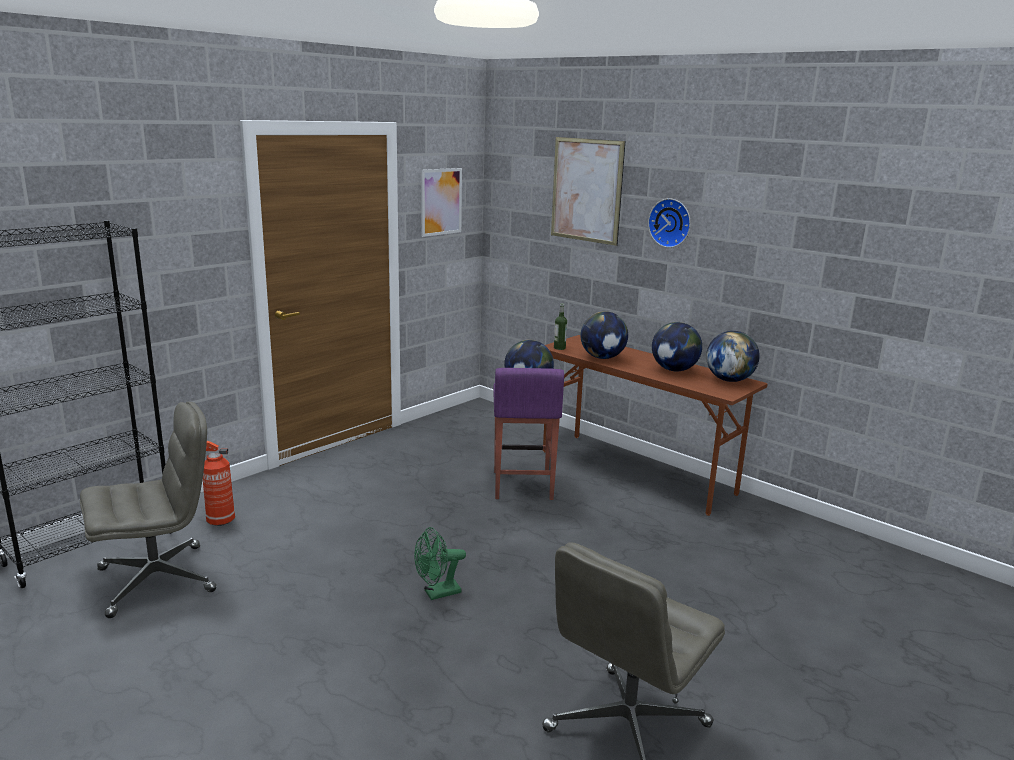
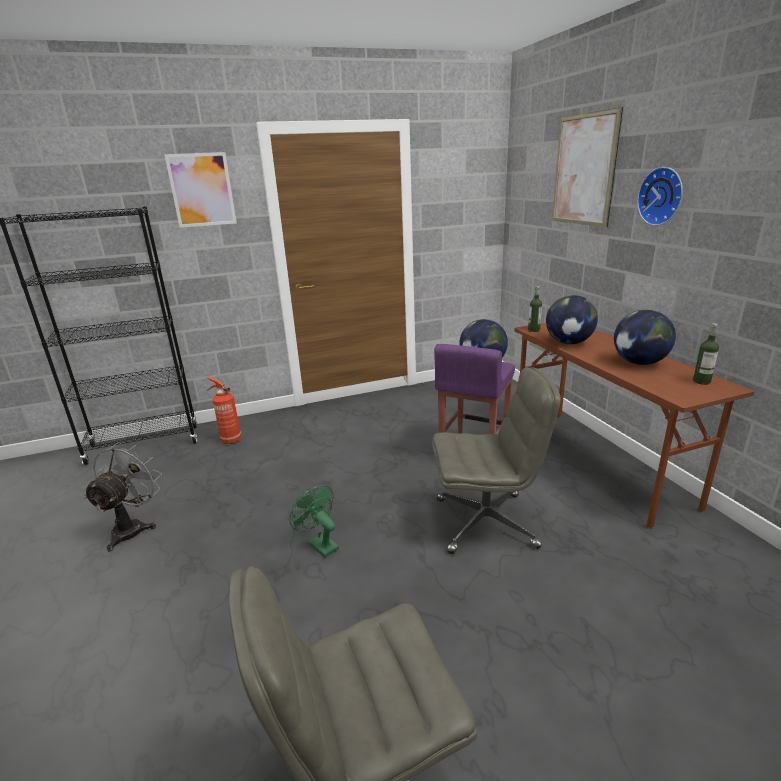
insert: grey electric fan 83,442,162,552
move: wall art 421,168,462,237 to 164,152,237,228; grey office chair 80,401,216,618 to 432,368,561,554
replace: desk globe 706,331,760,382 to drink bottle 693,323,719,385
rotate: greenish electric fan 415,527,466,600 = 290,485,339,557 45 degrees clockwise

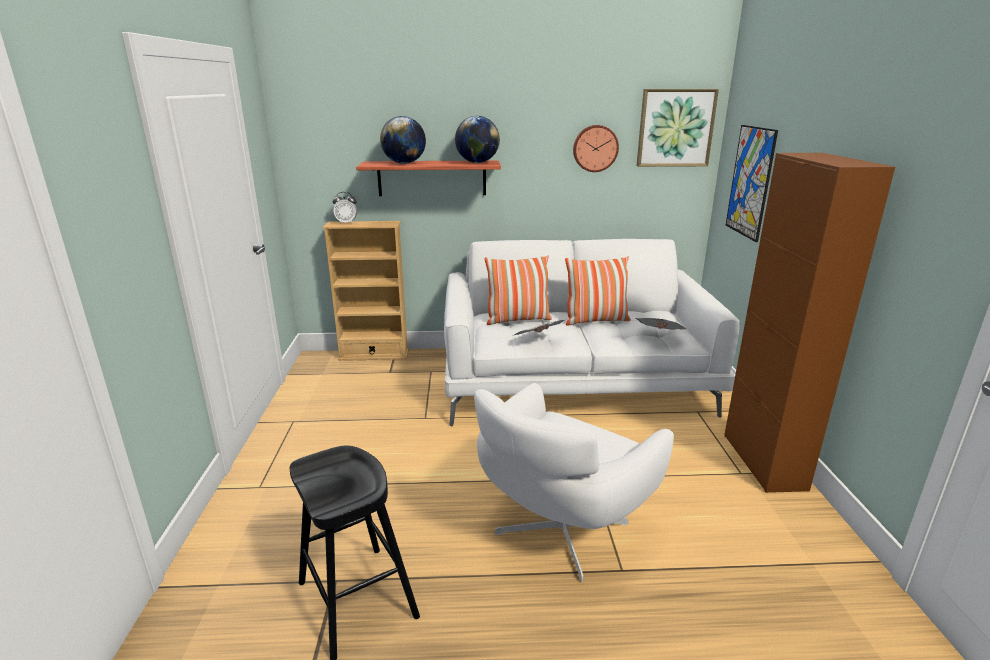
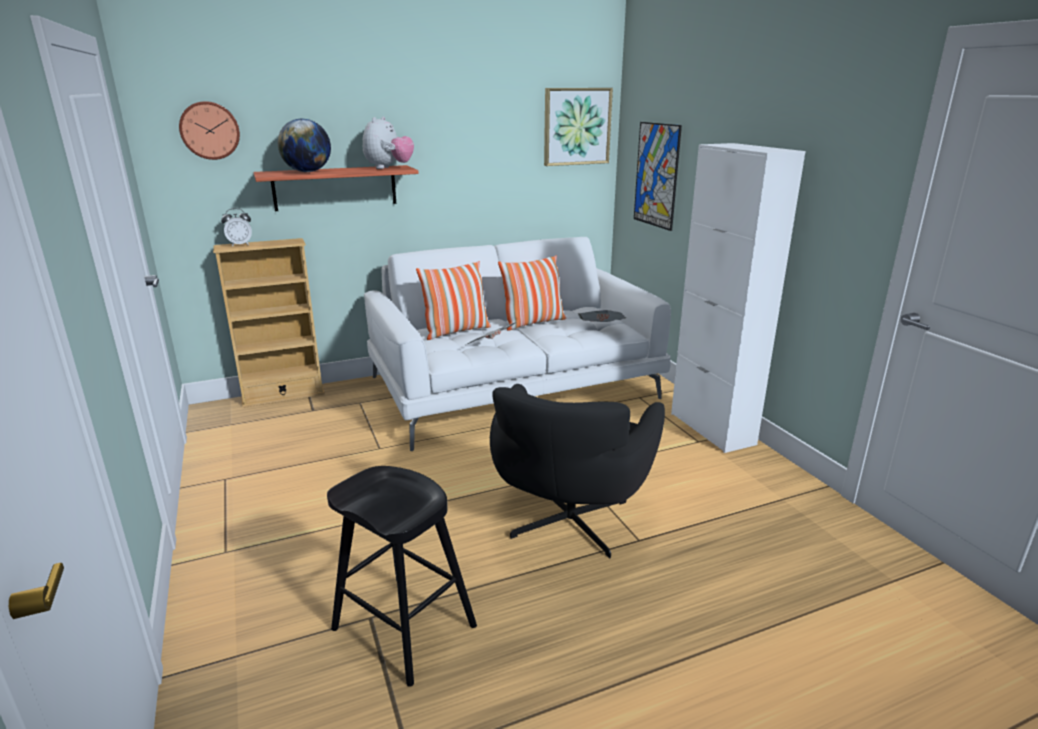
move: hanging clock 573,125,619,172 to 179,101,240,160
replace: desk globe 455,116,500,163 to soft toy 363,116,414,169
recolor: brownish cupboard 724,153,895,493 to whitish cupboard 671,143,805,453; whitish easy chair 474,383,674,582 to black easy chair 490,384,665,558

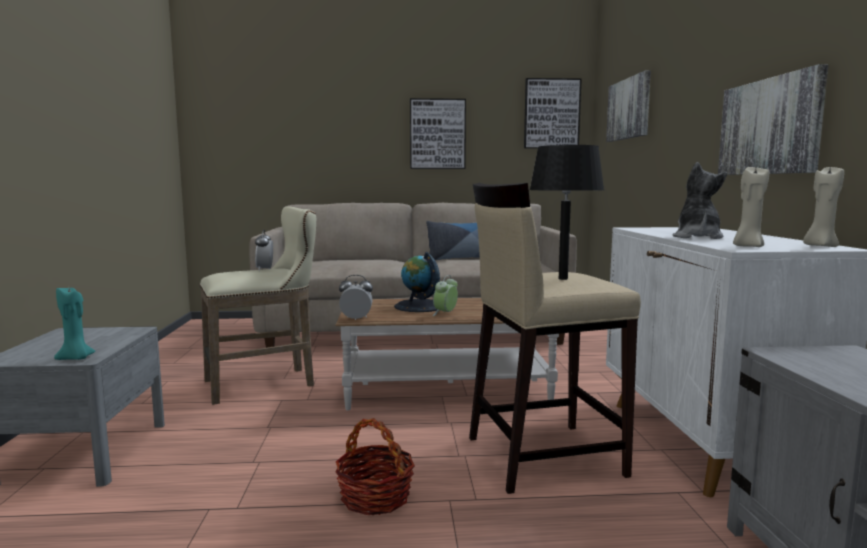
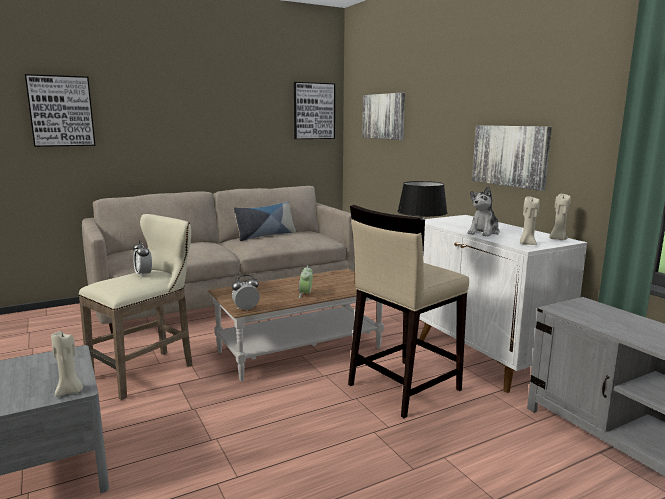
delete: desk globe 394,252,440,312; household basket 335,418,415,515
move: wall art 410,98,466,169 to 25,74,95,147
recolor: blue-green wax candle 54,288,95,360 to beige wax candle 51,331,83,397
rotate: soft toy 673,162,727,239 = 468,186,500,237 135 degrees counterclockwise

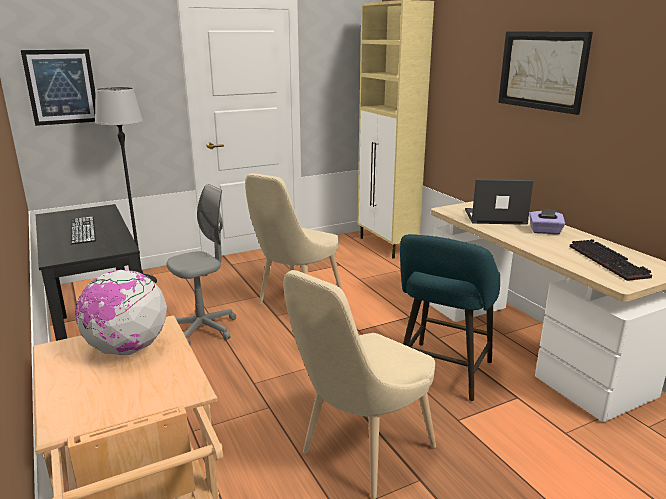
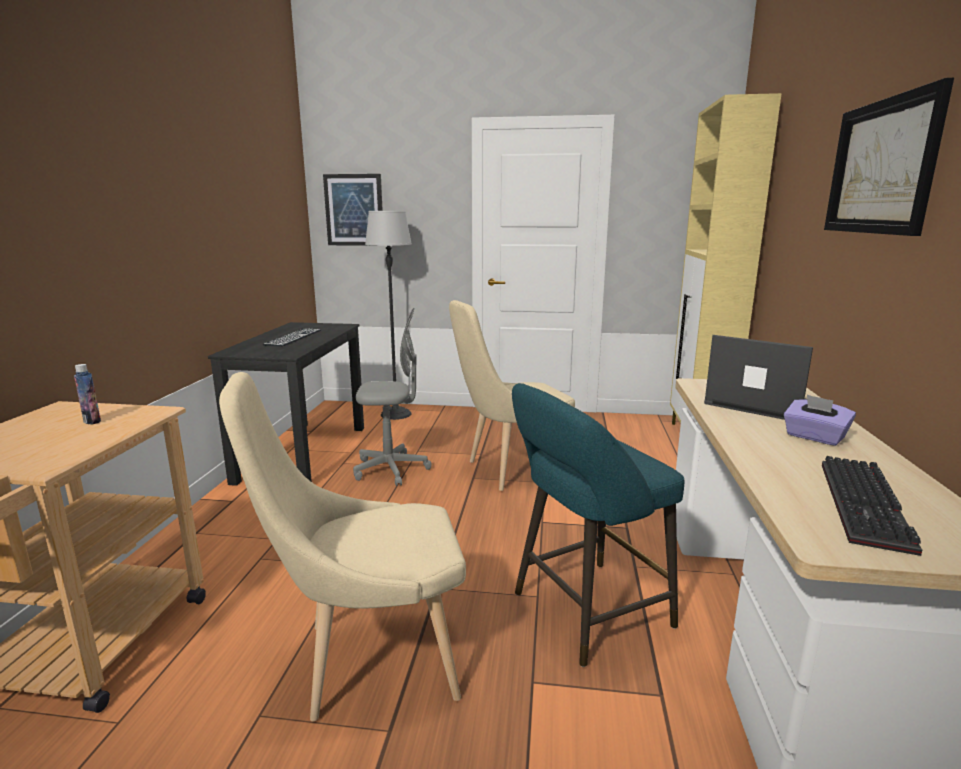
replace: desk globe 75,270,167,355 to drink bottle 74,364,101,425

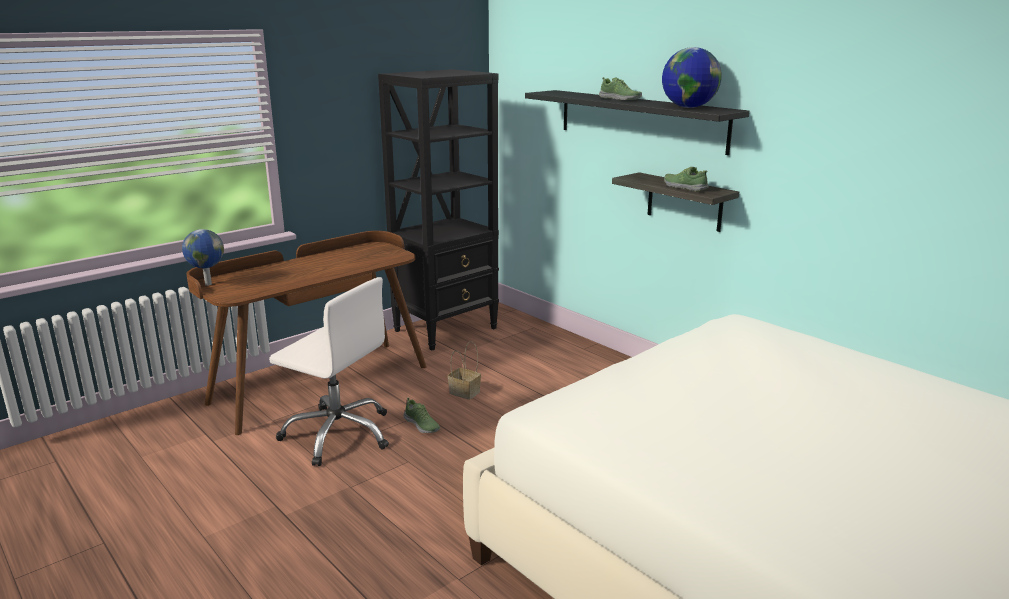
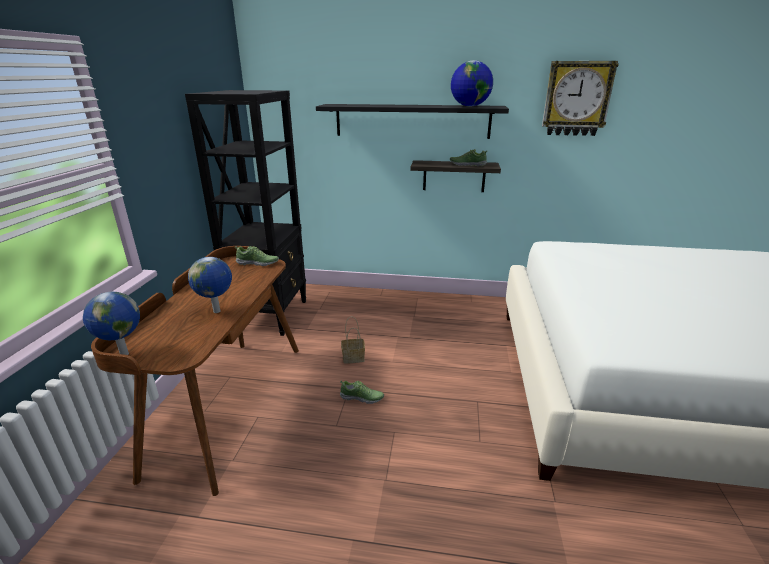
delete: whitish office chair 269,277,389,466
insert: hanging clock 542,61,619,136; desk globe 188,257,232,313
move: item of footwear 599,77,642,100 to 235,246,279,266

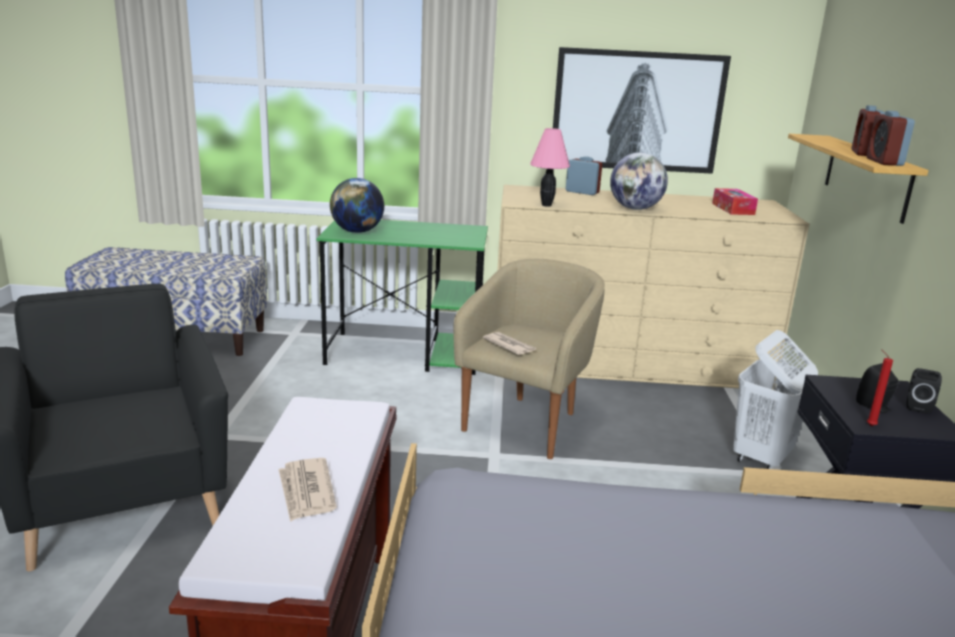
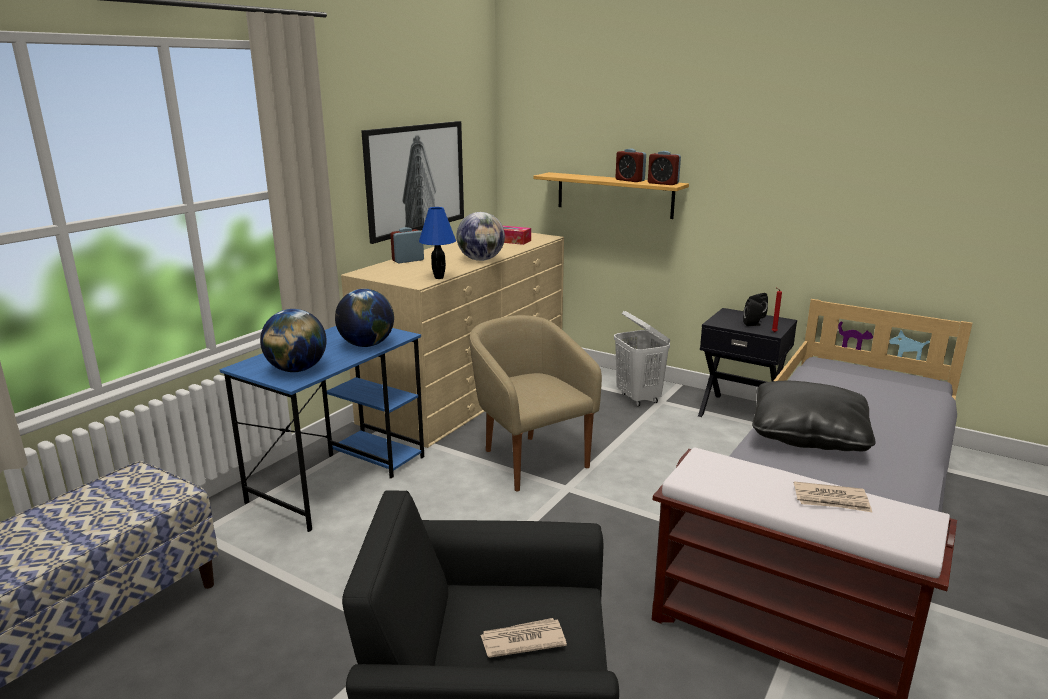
insert: desk globe 335,289,394,347; black pillow 752,381,875,451
move: newspaper 483,332,536,355 to 481,618,567,658
recolor: pinkish lamp for a table 530,128,570,207 to bluish lamp for a table 419,207,456,279; greenish desk table 317,220,488,375 to bluish desk table 220,326,424,532

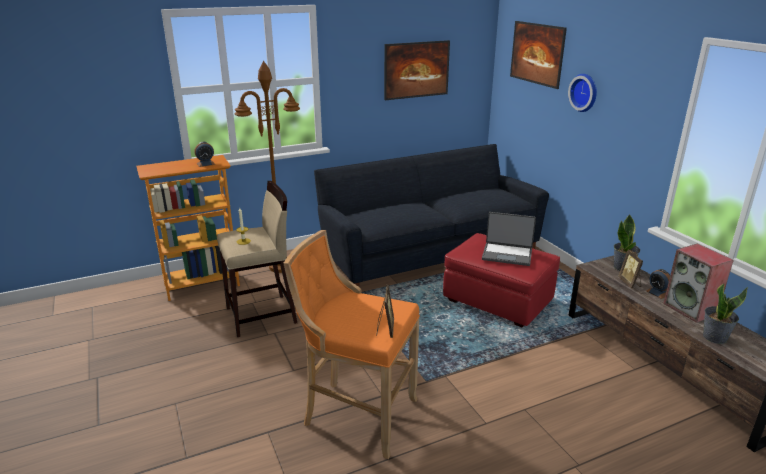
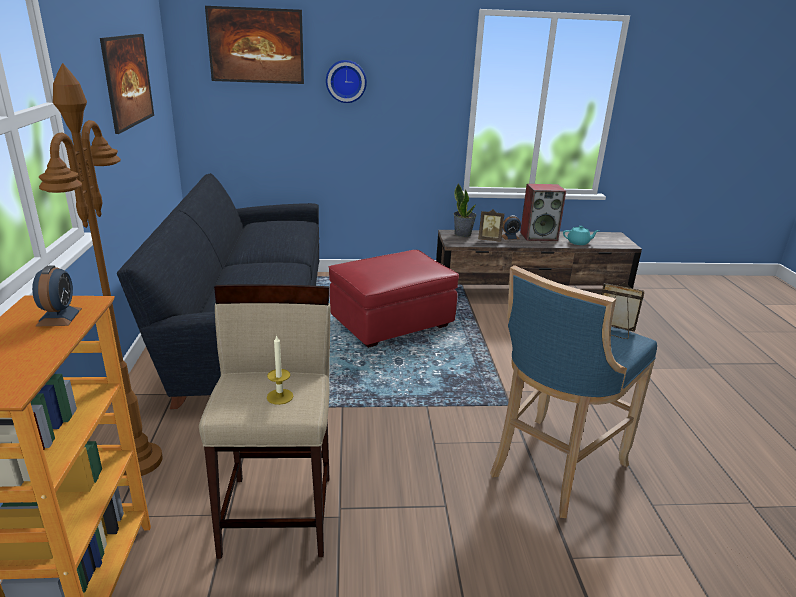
delete: notebook computer 482,212,536,266
replace: potted plant 703,283,748,344 to blue-green tea pot 563,226,600,245
recolor: orange-coloured sitting stool 283,230,420,459 to bluish sitting stool 490,265,657,518

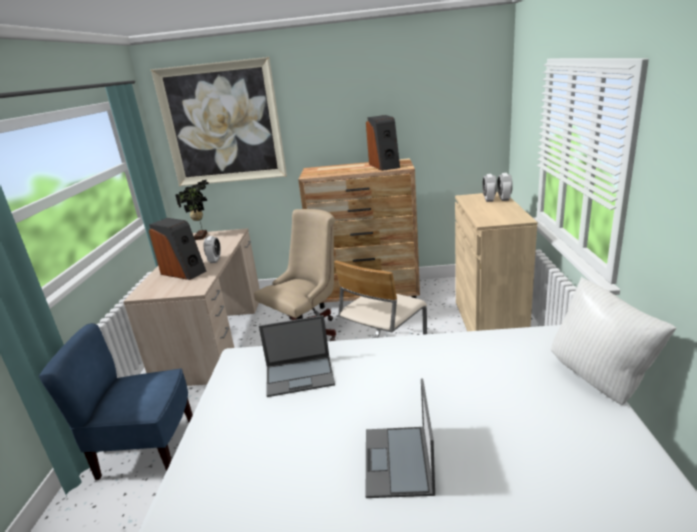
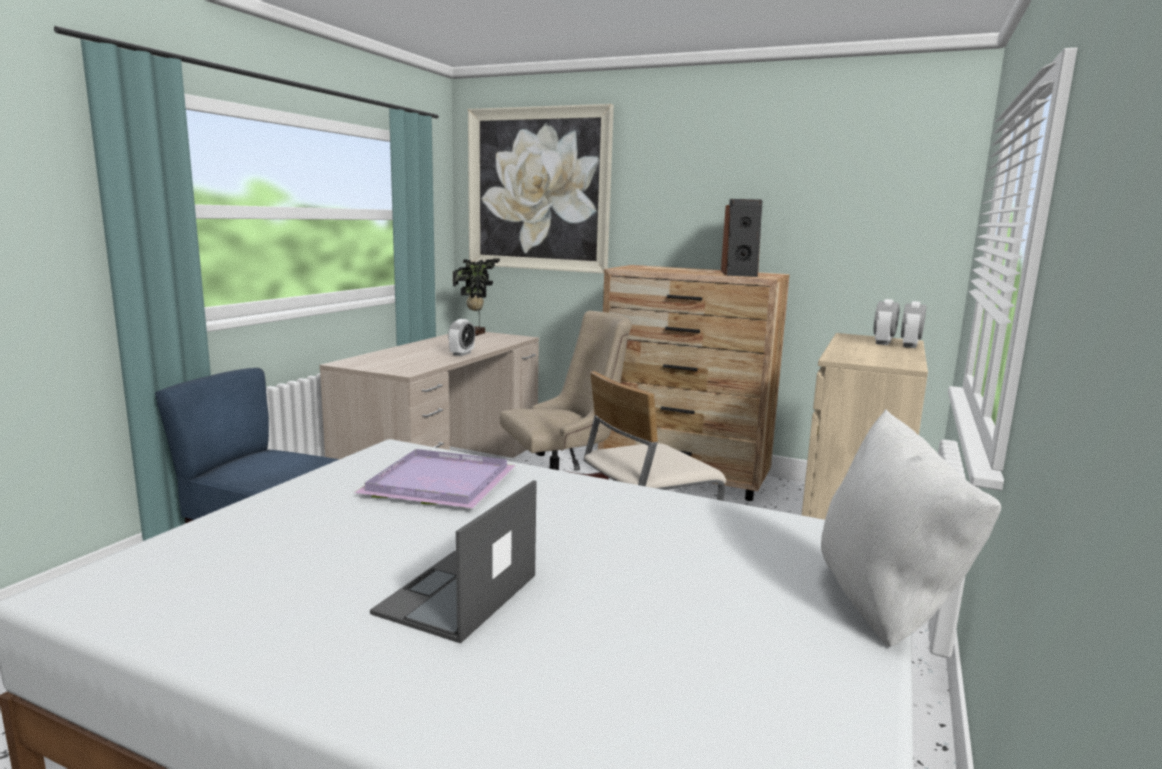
delete: speaker 149,218,206,280
replace: notebook computer 259,315,335,397 to purple serving tray 354,449,516,508

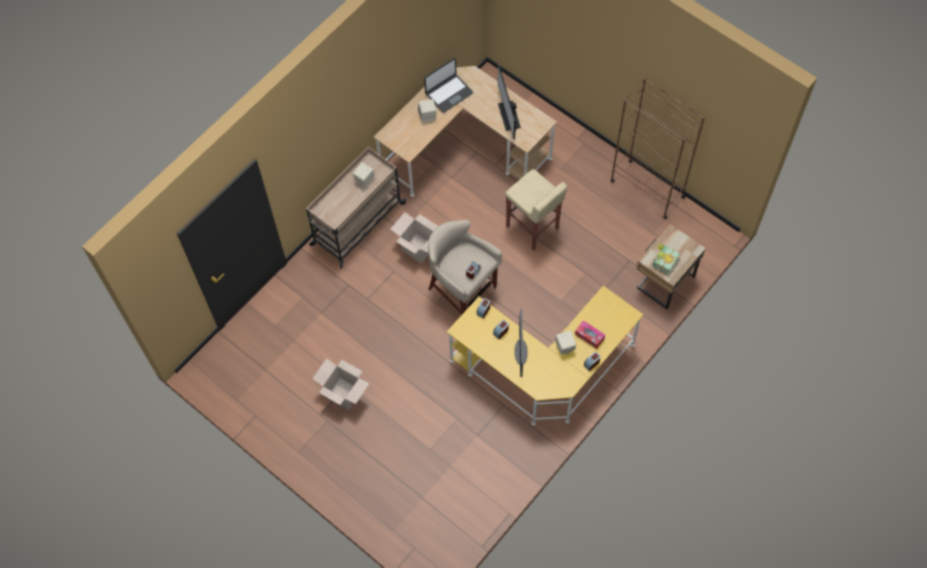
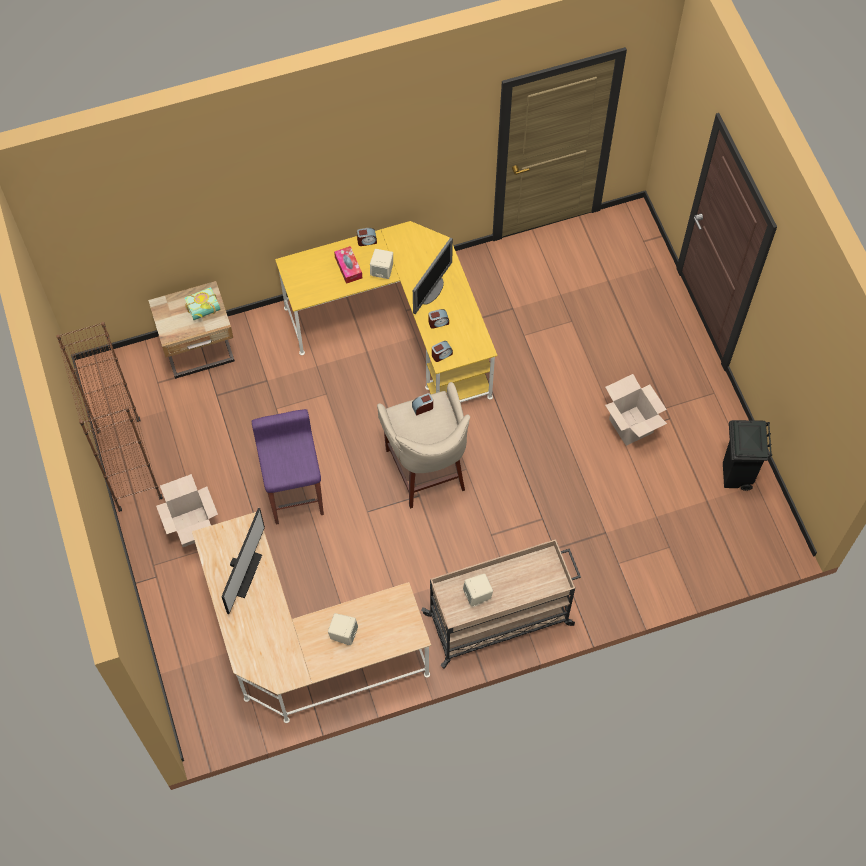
delete: notebook computer 424,58,473,113
insert: black trash can 723,420,772,491
move: packing box 391,212,438,263 to 156,474,218,547
recolor: beige sitting stool 505,169,567,250 to purple sitting stool 252,409,324,525

